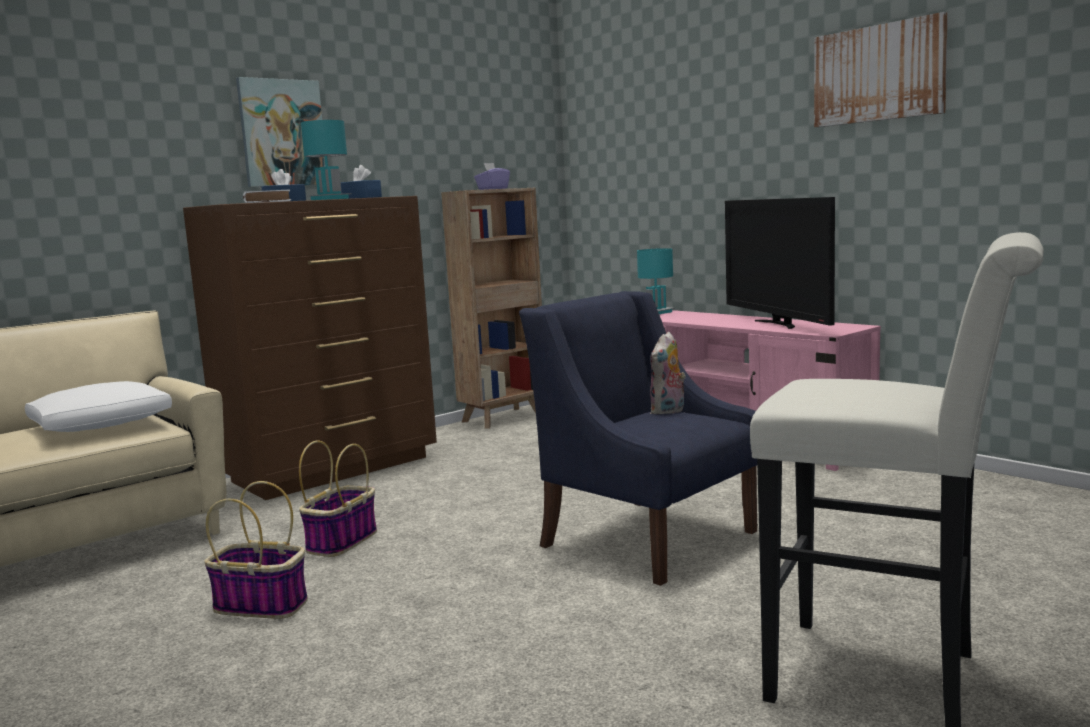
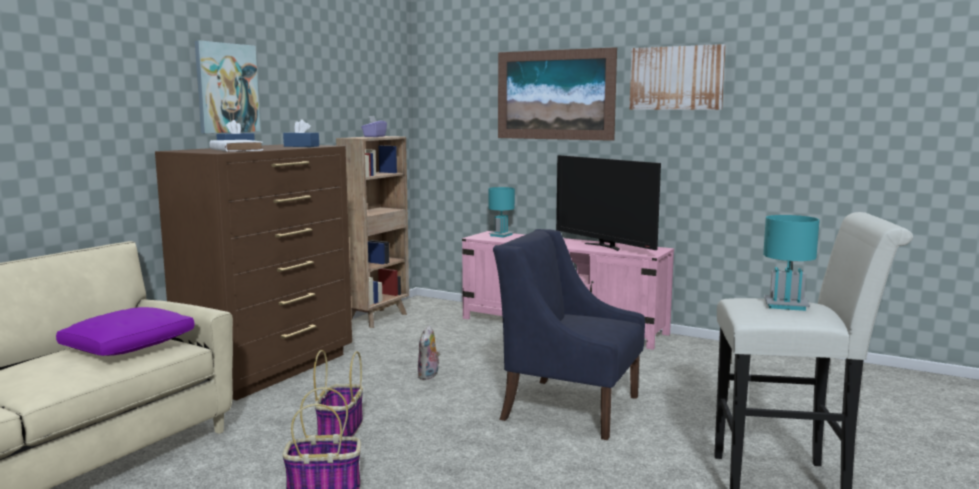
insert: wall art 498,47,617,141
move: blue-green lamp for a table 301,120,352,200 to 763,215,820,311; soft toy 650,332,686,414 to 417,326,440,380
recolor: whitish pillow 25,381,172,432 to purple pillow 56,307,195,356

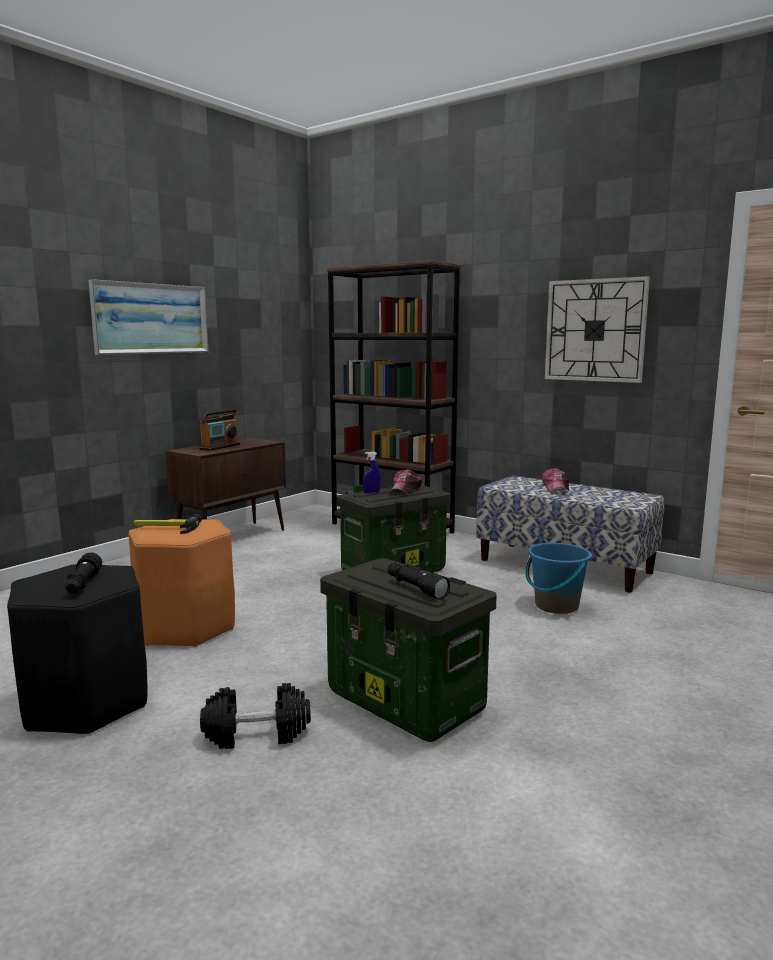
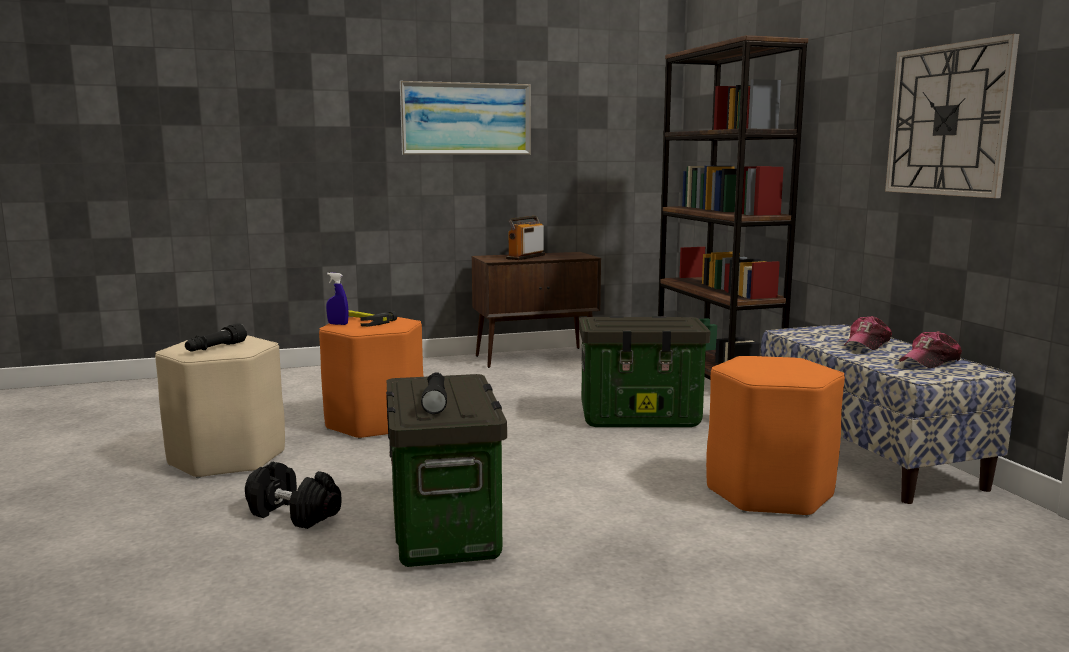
move: bluish spray bottle 363,451,381,493 to 326,273,348,325; cap 389,469,422,494 to 899,331,962,368
replace: bluish bucket 525,543,592,614 to orange-coloured sitting stool 706,356,845,517
recolor: black sitting stool 7,564,147,735 to beige sitting stool 155,335,285,478
rotate: radio 199,409,240,451 = 506,216,545,260 150 degrees clockwise

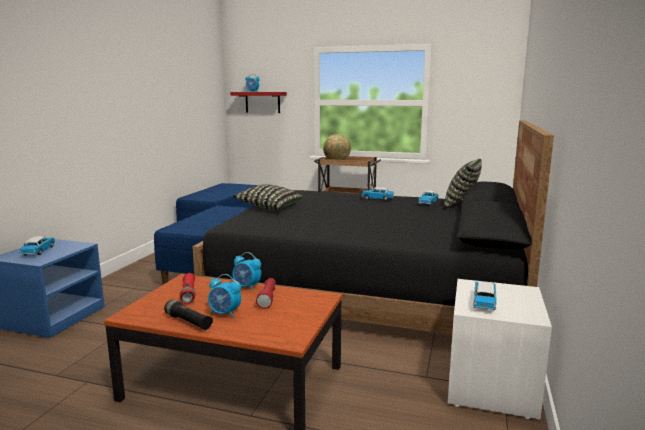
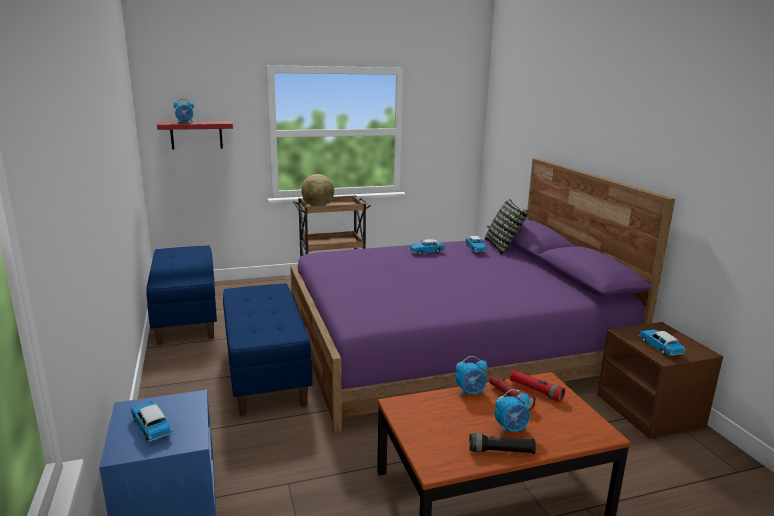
delete: pillow 233,184,302,211
move: red-coloured flashlight 180,273,196,304 to 510,369,565,402
recolor: black bedroom bed 192,120,554,334 to purple bedroom bed 290,158,675,434; whitish night table 448,279,552,420 to brownish night table 597,322,723,439

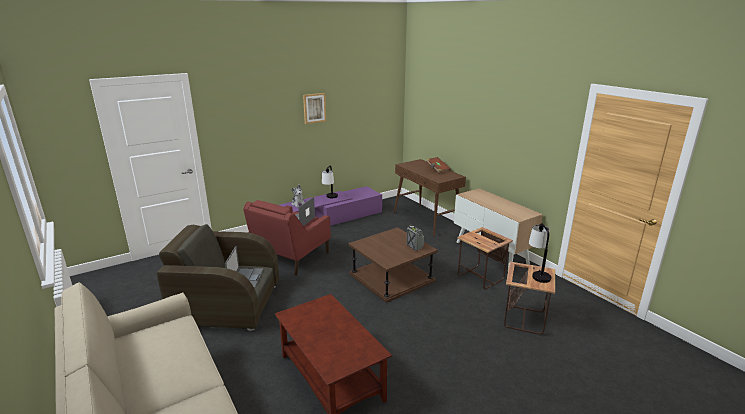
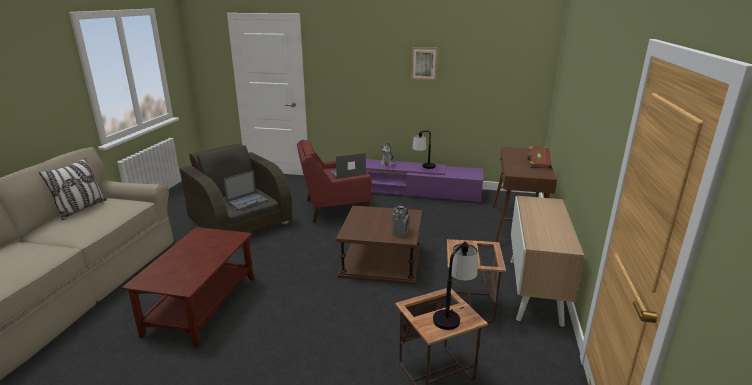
insert: pillow 39,158,107,220

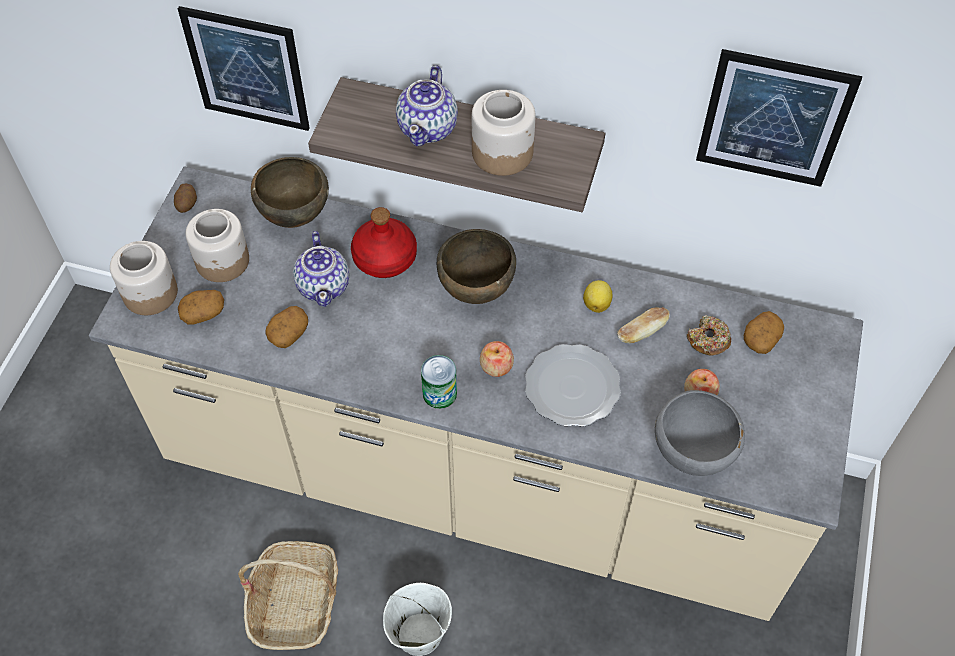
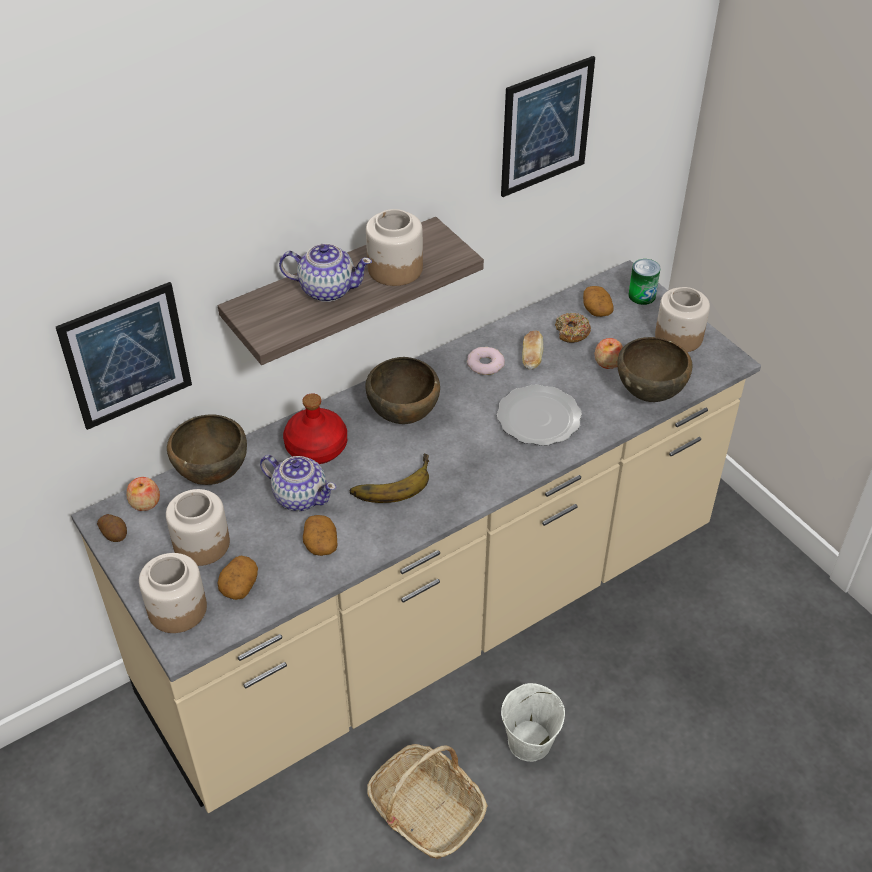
insert: preserve jar 655,287,710,352; banana fruit 350,454,430,503
move: whole apple 480,341,514,377 to 126,477,160,511; metal can 421,355,457,409 to 628,259,661,305
replace: whole lemon 583,280,612,313 to doughnut 467,347,505,375
recolor: grey deep dish 655,390,745,476 to brownish deep dish 617,337,692,402
rotate: tea pot 396,65,458,146 = 279,243,372,302 45 degrees counterclockwise

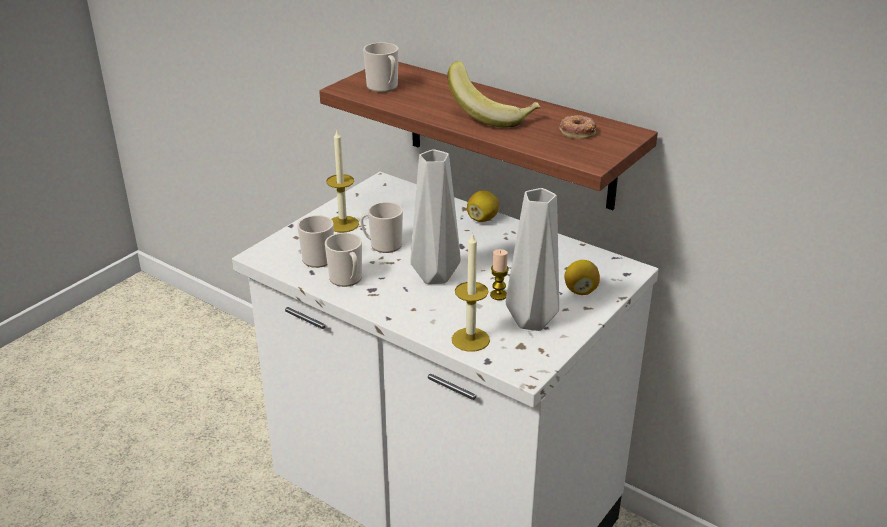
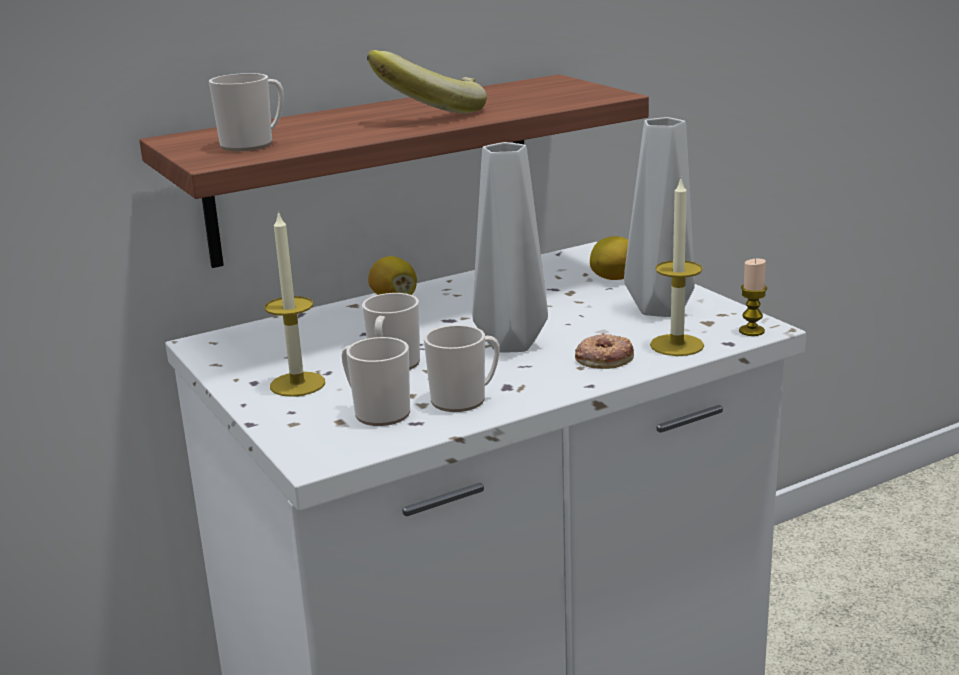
move: doughnut 560,115,596,139 to 575,333,634,369; wax candle 490,249,509,300 to 739,258,767,336

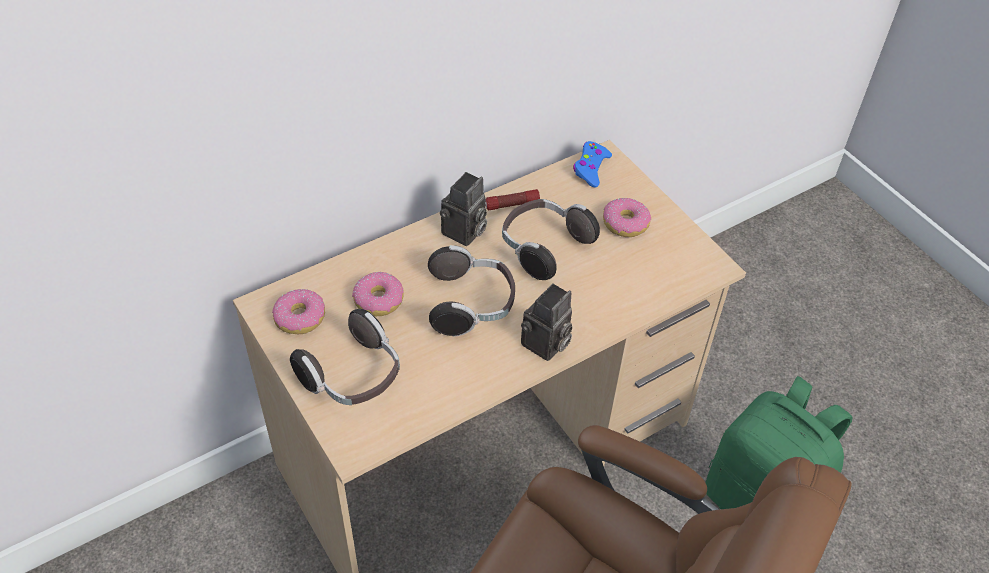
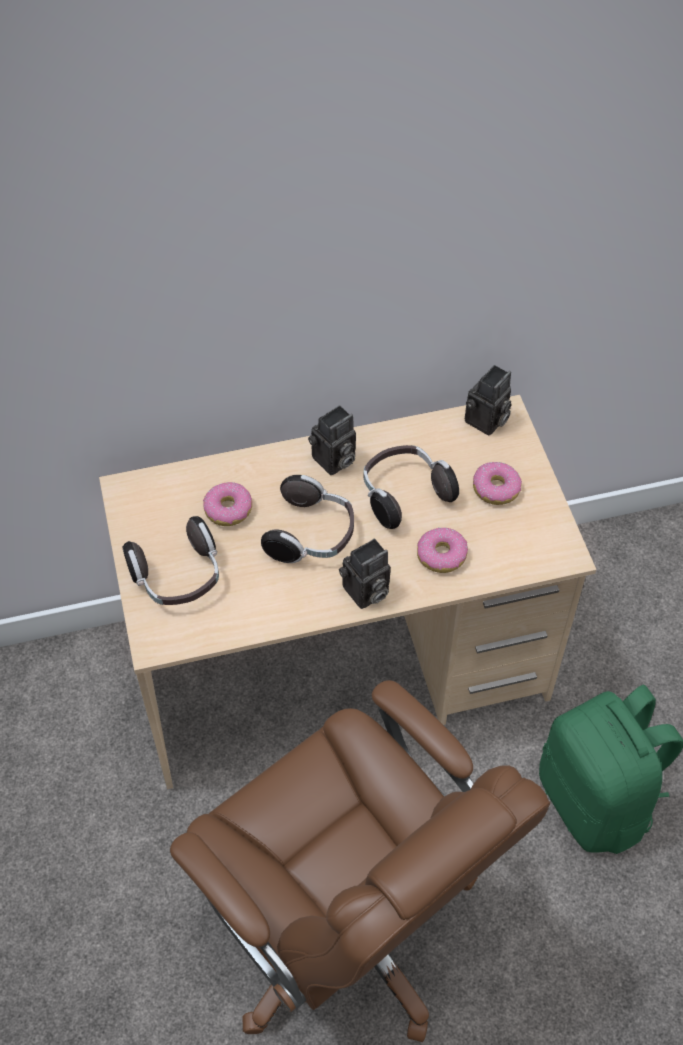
delete: flashlight 485,189,540,210
move: doughnut 272,289,325,334 to 417,528,468,573
replace: bluish game controller 573,141,612,188 to photo camera 465,365,512,435

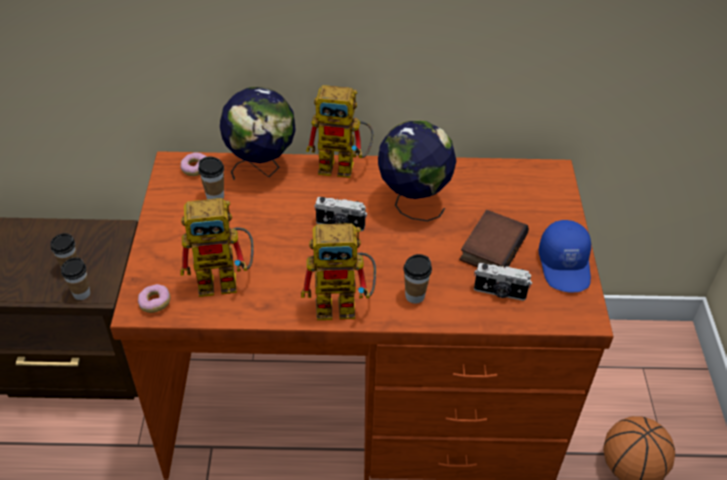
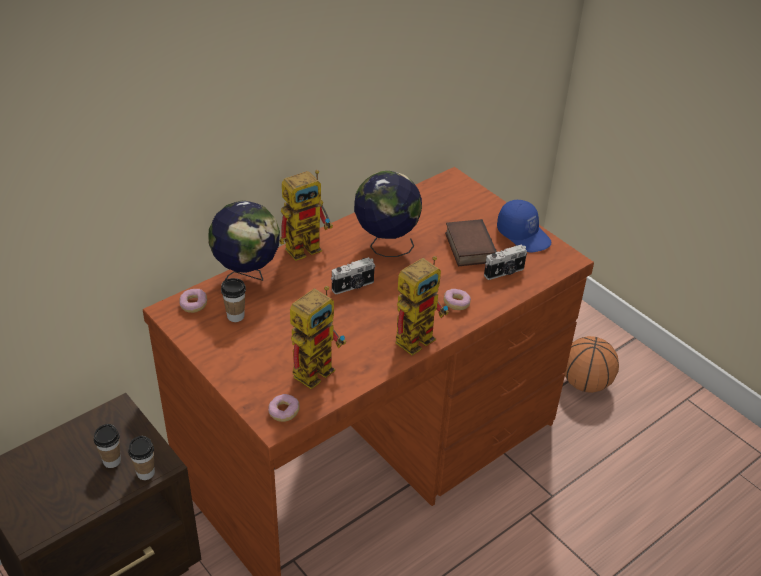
replace: small cup 403,254,432,304 to doughnut 444,289,471,310

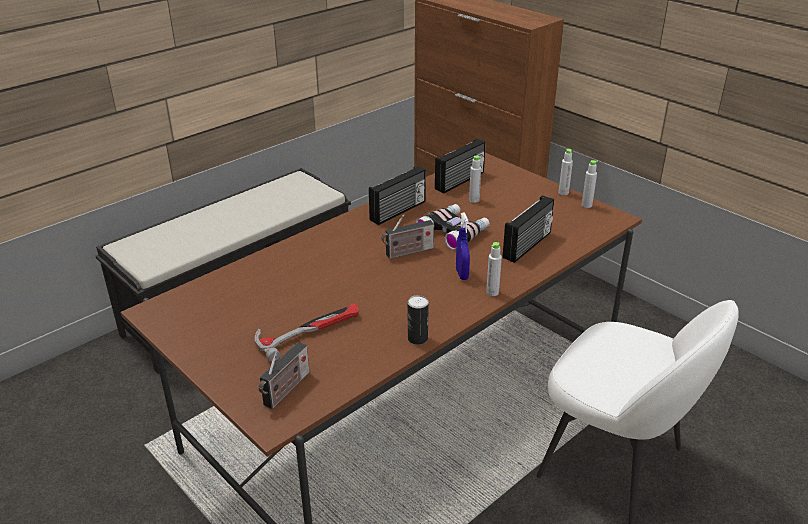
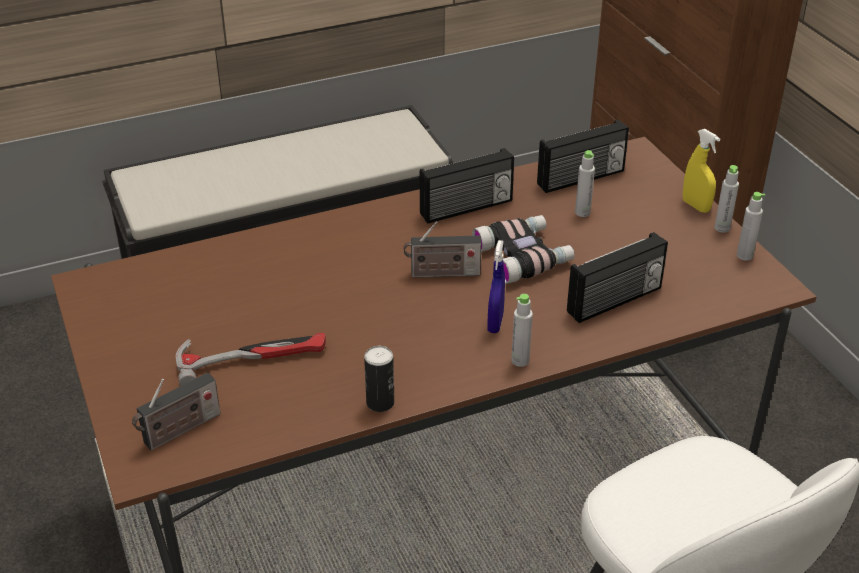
insert: yellowish spray bottle 683,129,720,213

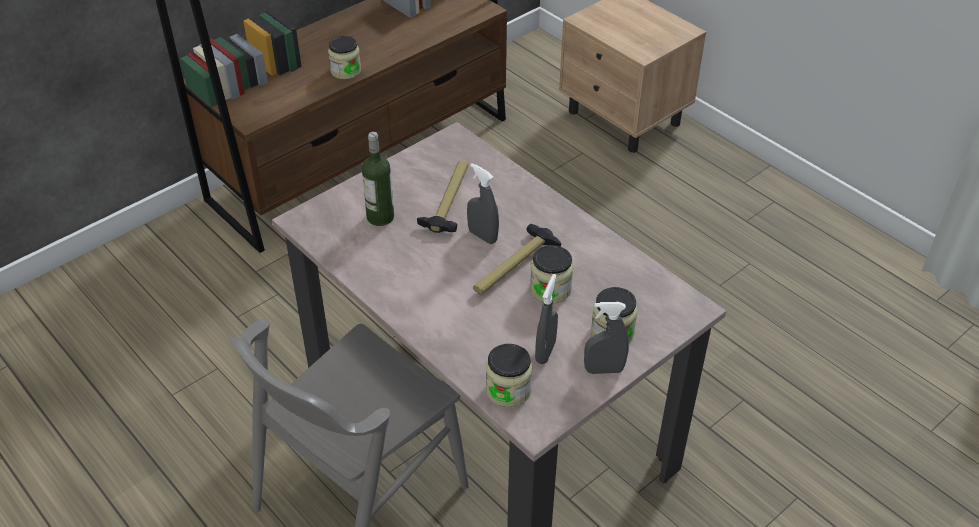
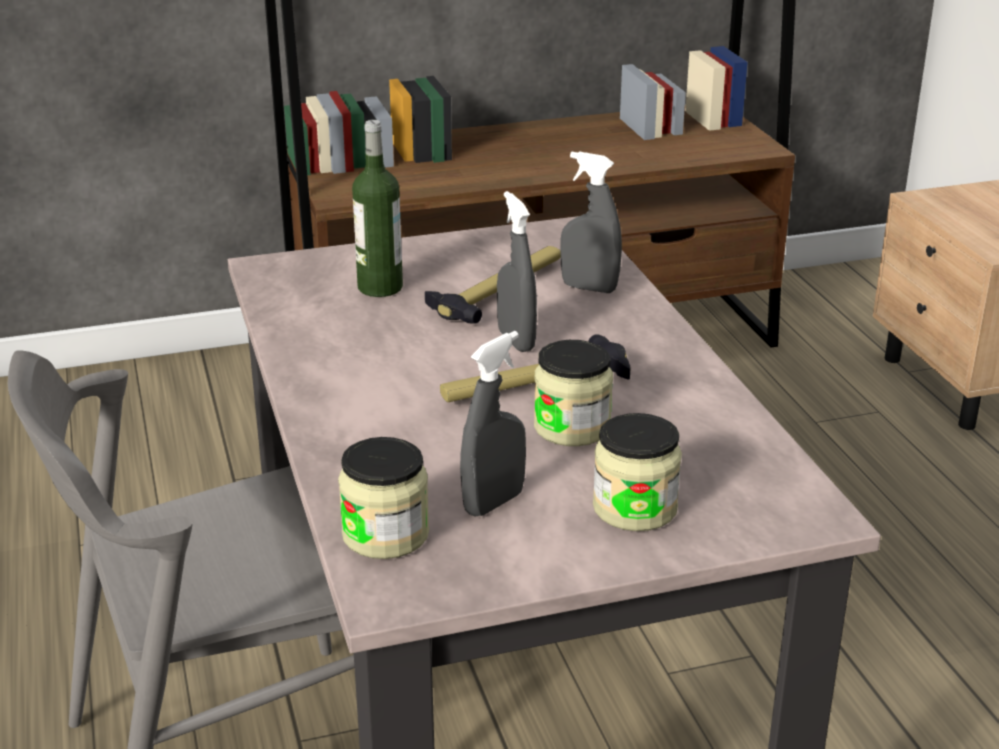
delete: preserve jar 328,36,361,79
move: grey spray bottle 584,302,629,374 to 560,151,622,293

